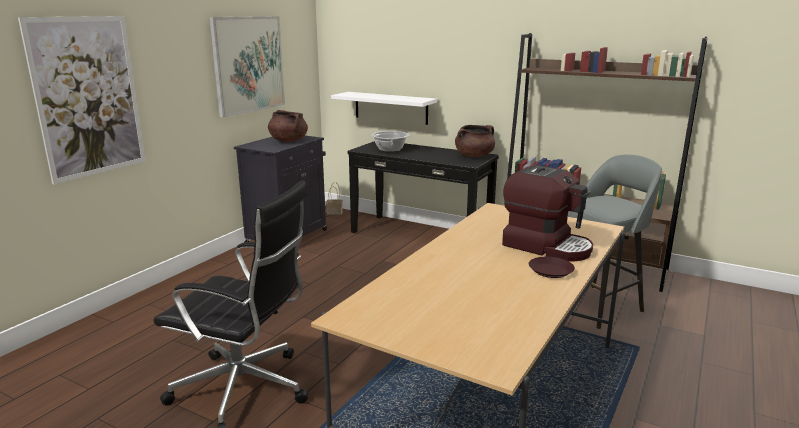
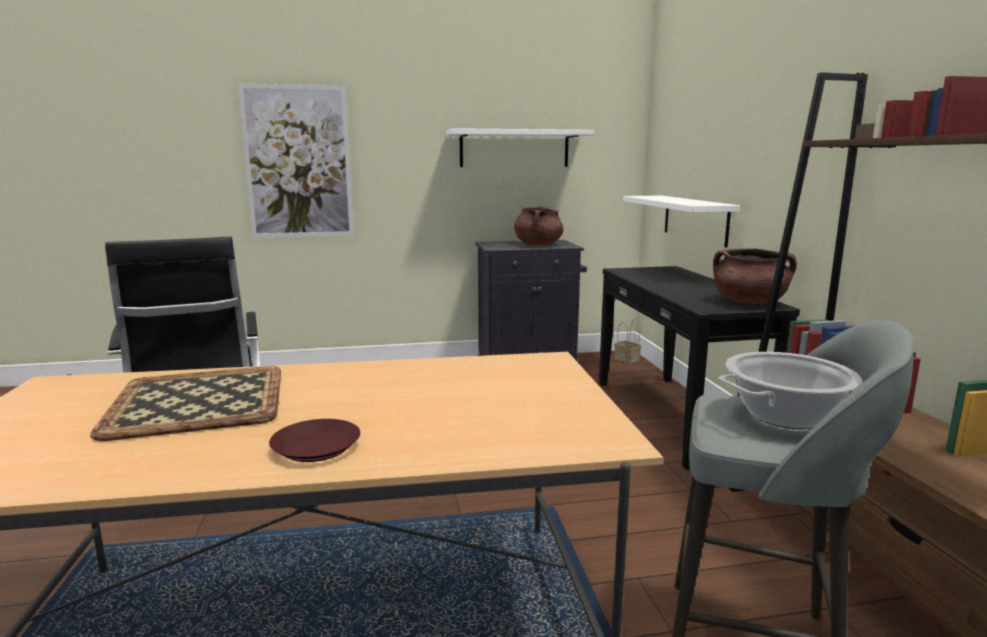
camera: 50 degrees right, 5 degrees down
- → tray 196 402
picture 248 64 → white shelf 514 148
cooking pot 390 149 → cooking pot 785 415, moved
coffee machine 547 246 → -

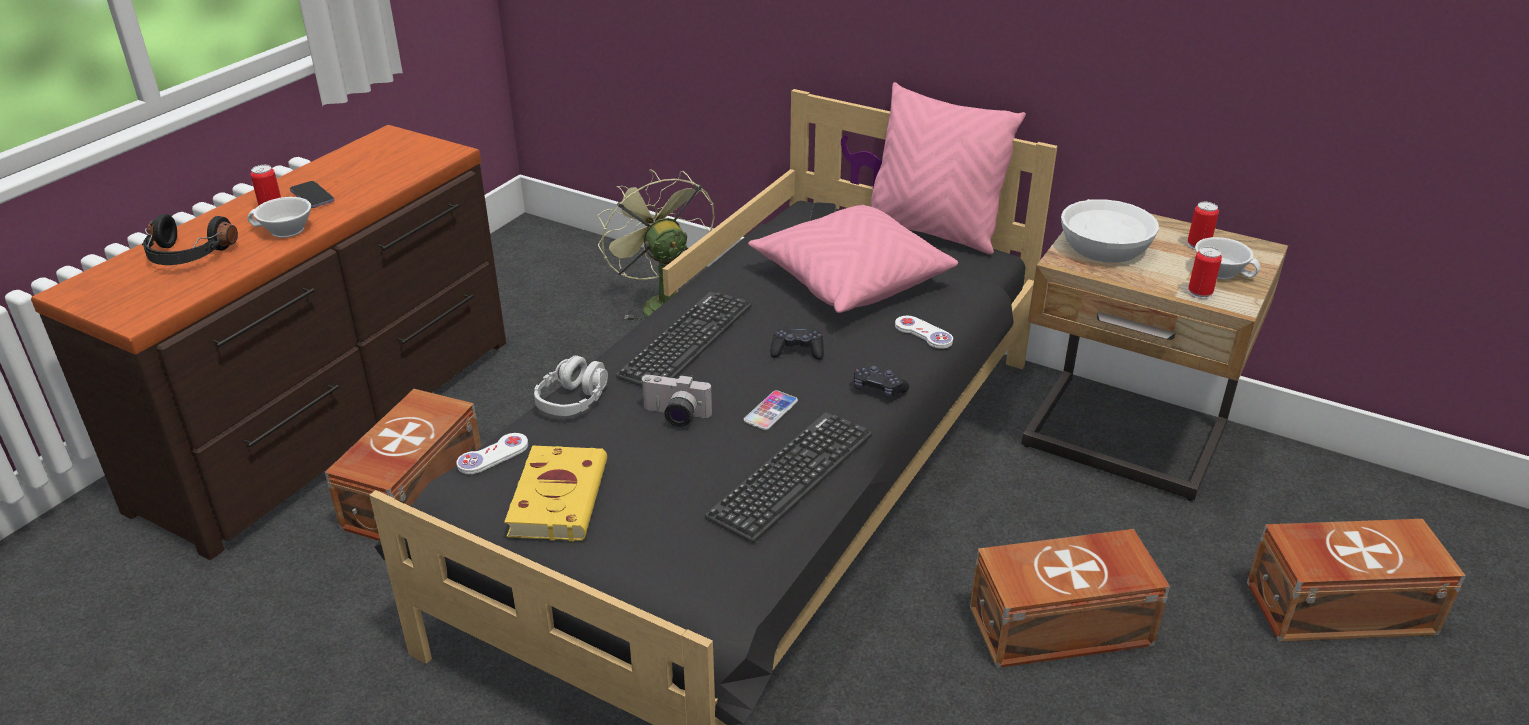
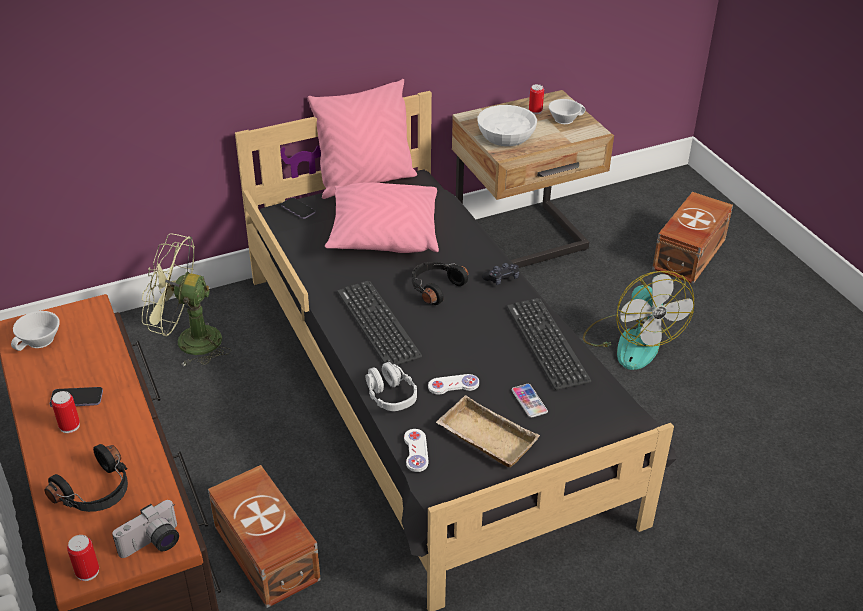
camera: 55 degrees left, 5 degrees up
white cup 285 231 → white cup 40 341, moved
can 1200 293 → can 87 572, moved
photo camera 674 416 → photo camera 153 544, moved
black game controller 797 351 → black headphones 435 288
white game controller 923 333 → white game controller 453 385, moved
yellow book 558 496 → beige tray 484 438
phone 771 411 → phone 529 401, moved
brown storage box 1063 627 → fan 631 341

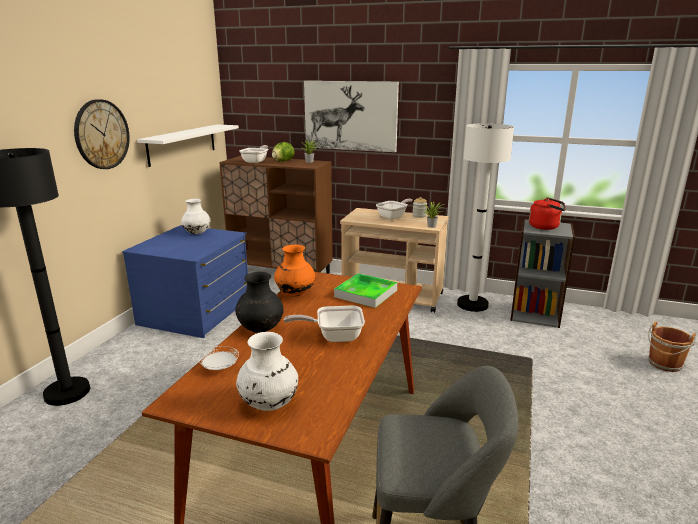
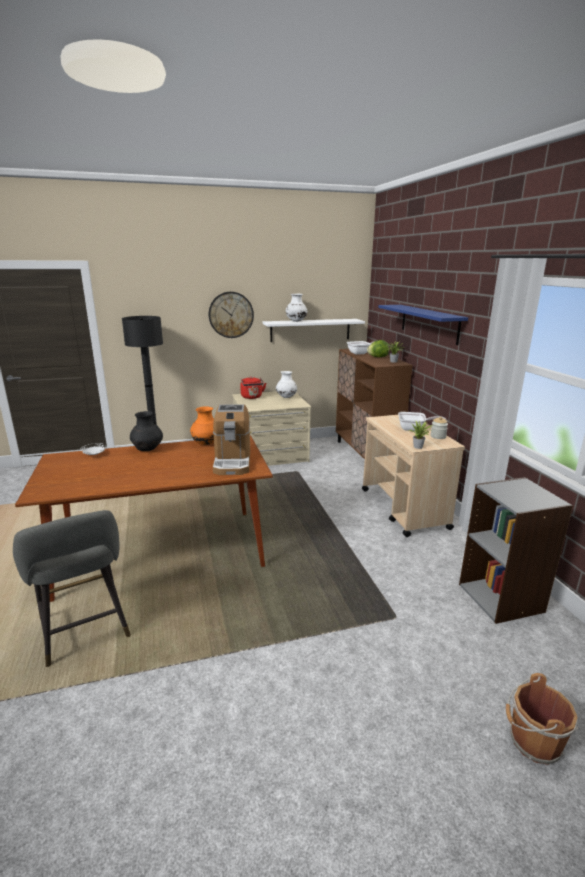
camera: 55 degrees right, 0 degrees up
tray 366 293 → coffee machine 232 461
blue dresser 196 312 → beige dresser 271 454
red kettle 546 227 → red kettle 252 397, moved
white vase 269 404 → white vase 296 321, moved
picture 350 116 → blue shelf 429 323
frying pan 334 336 → -
white floor lamp 472 304 → -

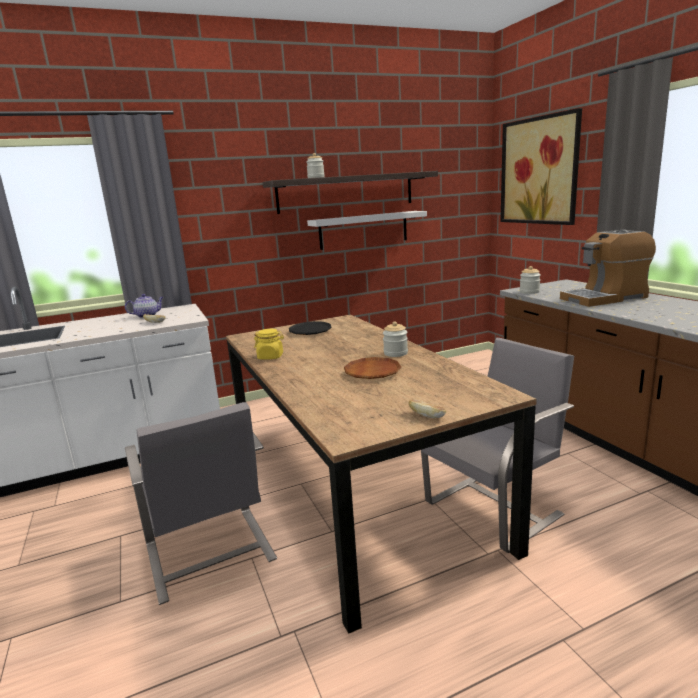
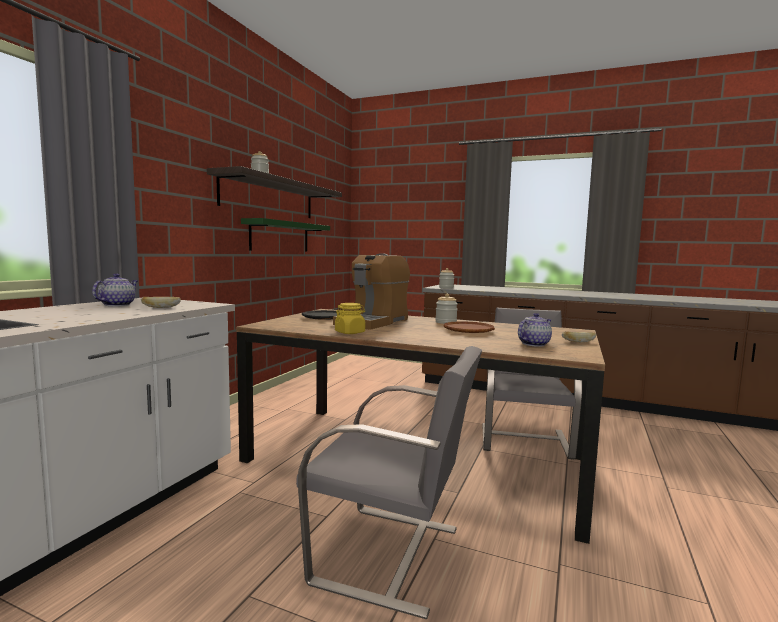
camera: 45 degrees left, 10 degrees down
white shelf 363 230 → green shelf 280 236
coffee machine 605 298 → coffee machine 373 322, moved
- → teapot 534 344
picture 539 171 → -

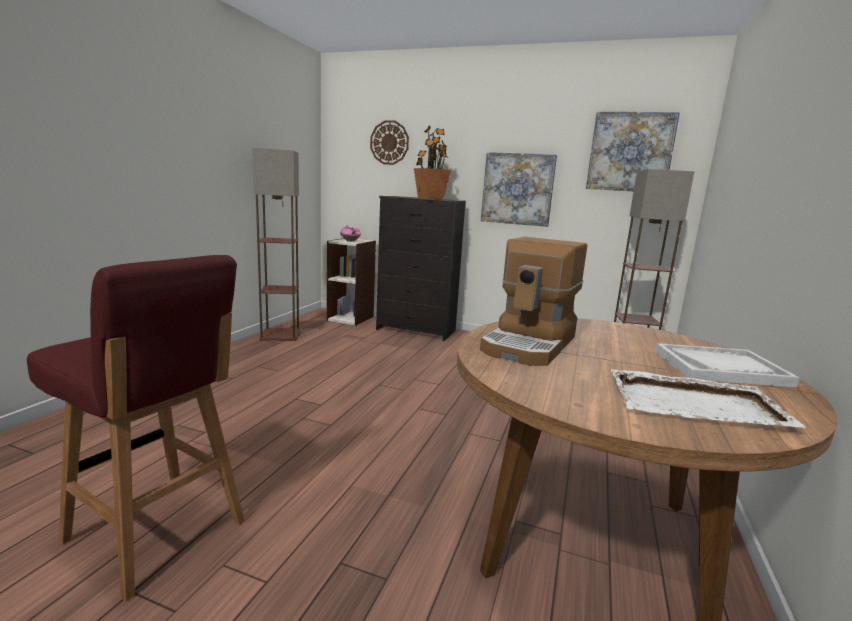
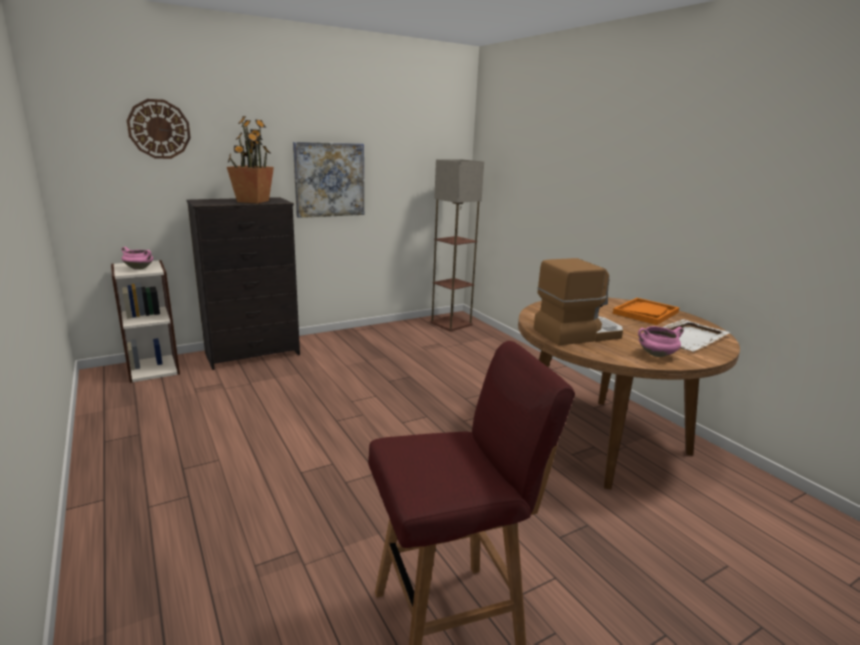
camera: 50 degrees left, 5 degrees up
coffee machine 530 344 → coffee machine 577 333, 90 degrees counterclockwise
white tray 720 368 → orange tray 645 313
- → pink cooking pot 656 355
floor lamp 281 335 → -
picture 630 152 → -

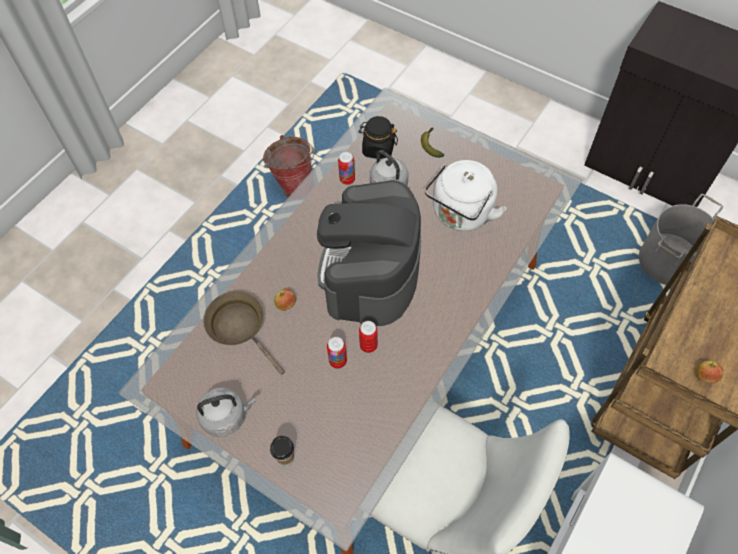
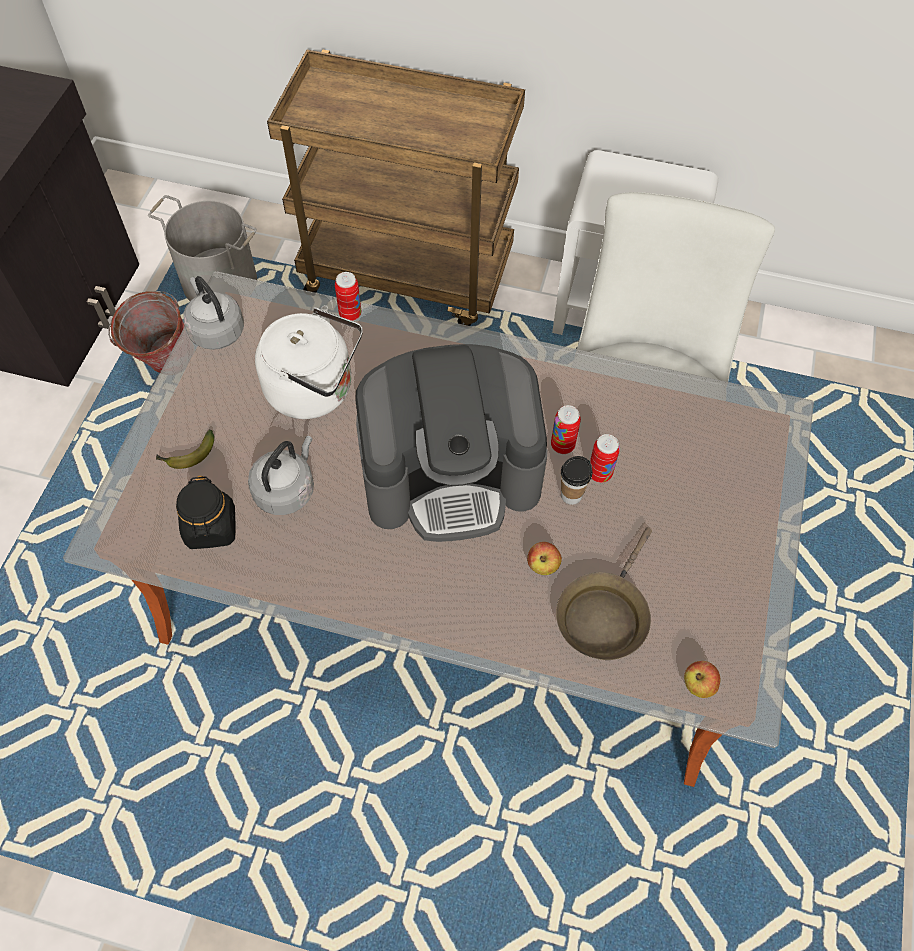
camera: 110 degrees left, 0 degrees up
bucket 294 184 → bucket 163 365, moved
grey kettle 227 416 → grey kettle 216 330, moved
can 347 179 → can 350 314, moved
cup 286 458 → cup 571 495, moved
apple 705 376 → apple 698 684, moved

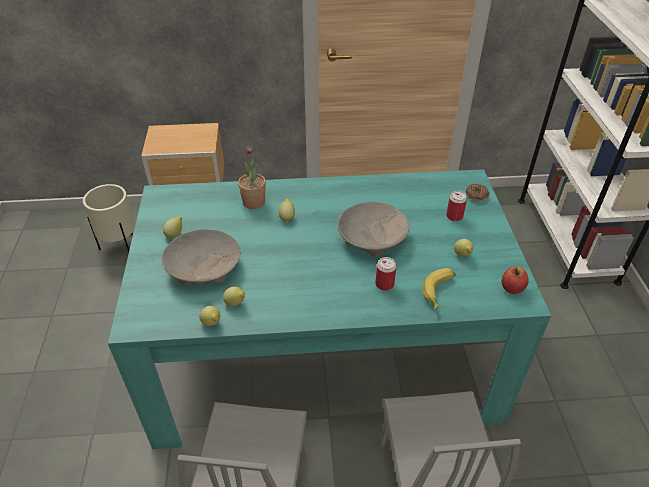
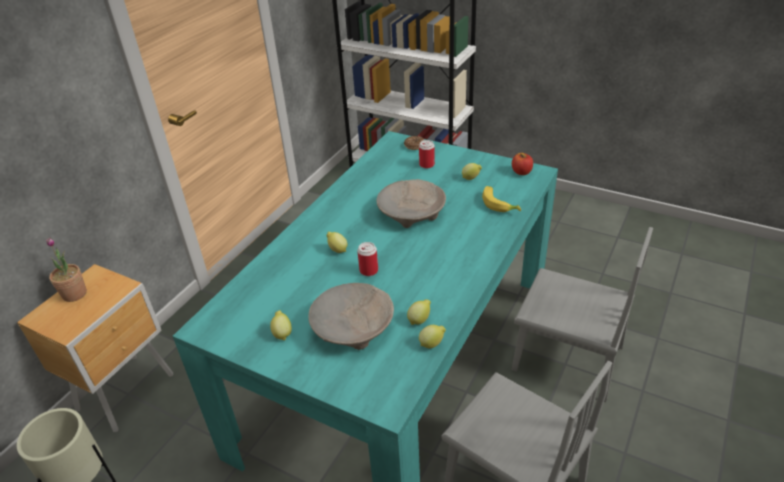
camera: 55 degrees left, 5 degrees down
potted plant 254 202 → potted plant 74 294, moved
can 384 284 → can 369 270, moved

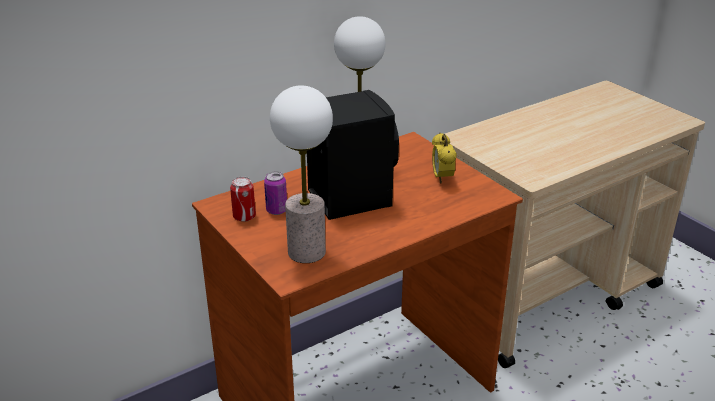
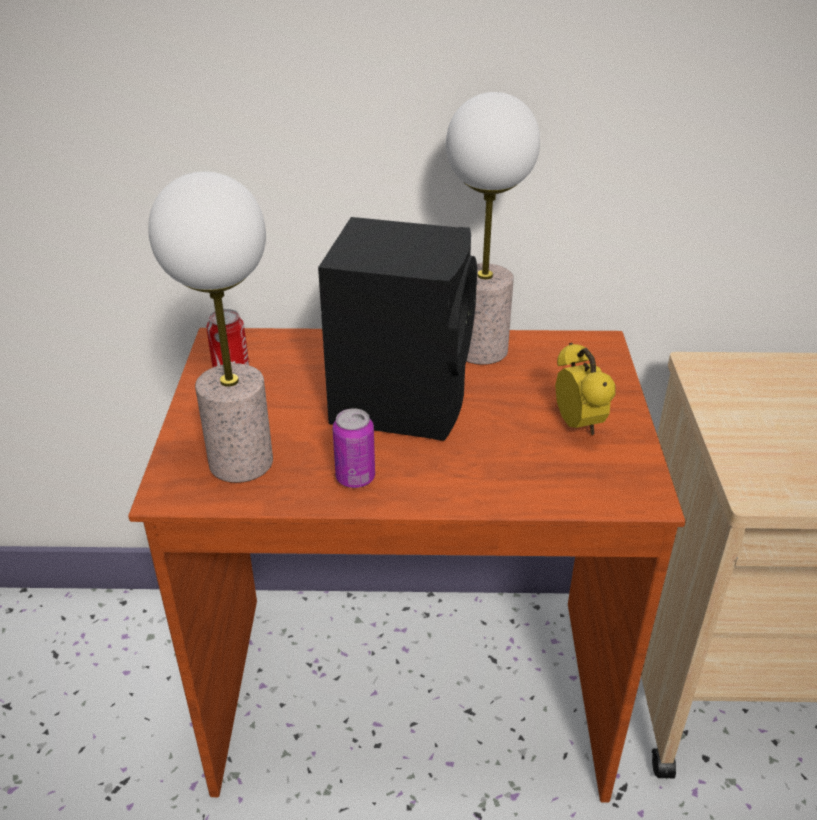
camera: 35 degrees right, 5 degrees up
can 276 210 → can 355 478, moved
alarm clock 442 178 → alarm clock 578 426, 135 degrees clockwise

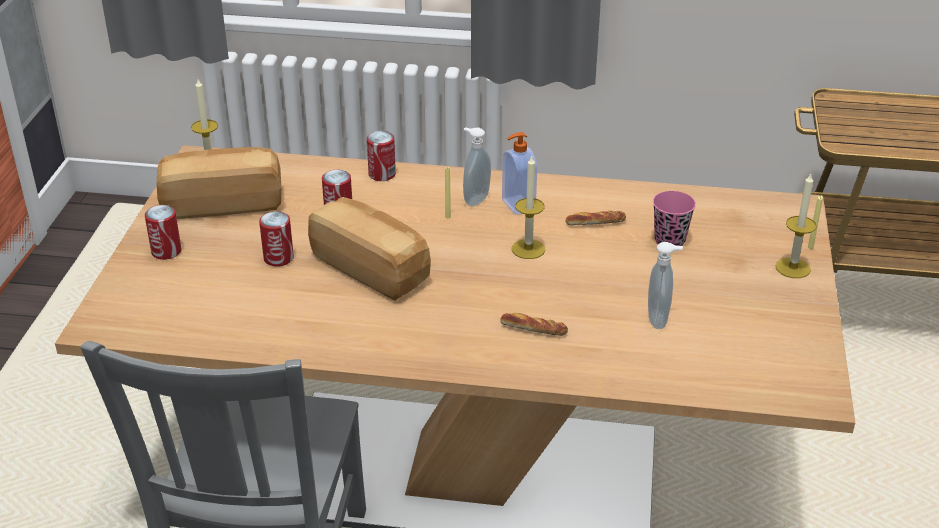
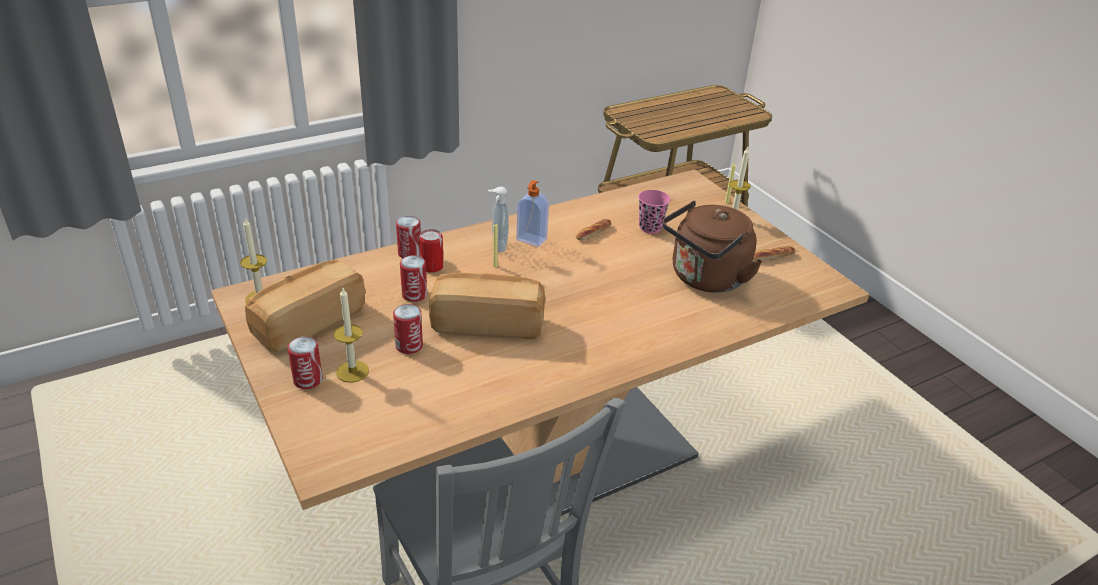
camera: 40 degrees left, 0 degrees up
candle 528 249 → candle 352 371, moved
- → can 432 267
soap dispenser 659 319 → brown kettle 705 279
bread 533 329 → bread 772 257, moved

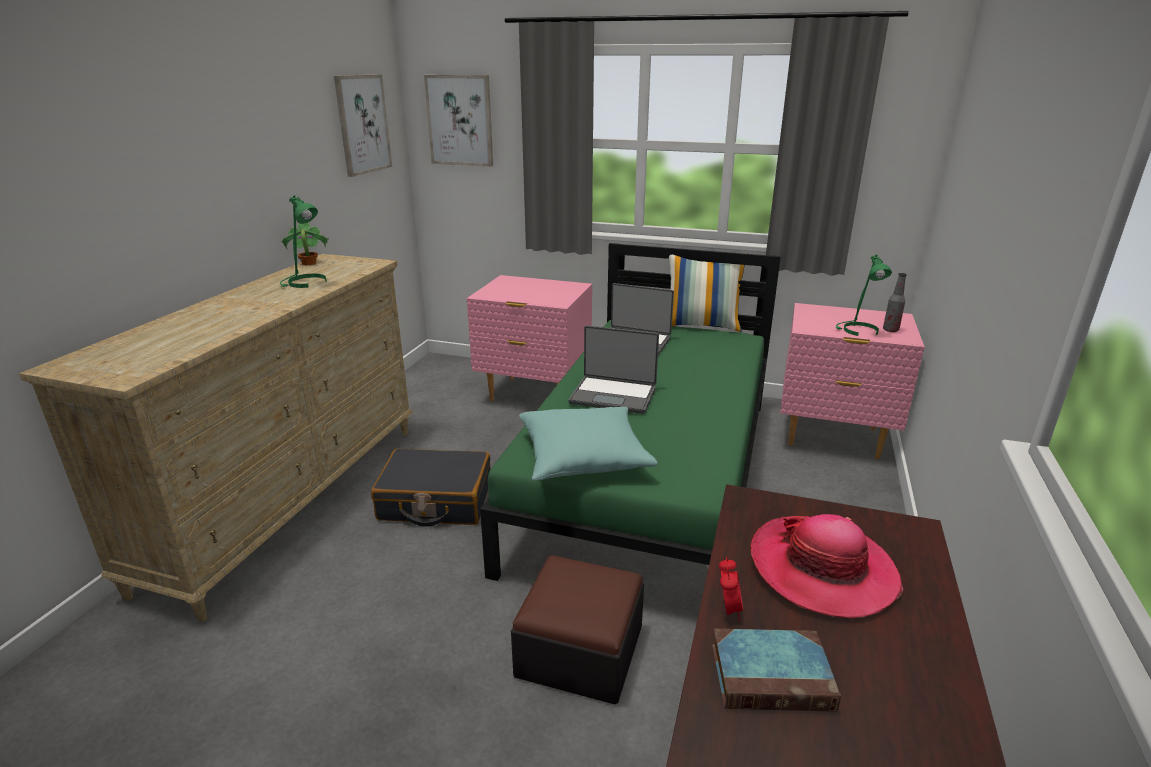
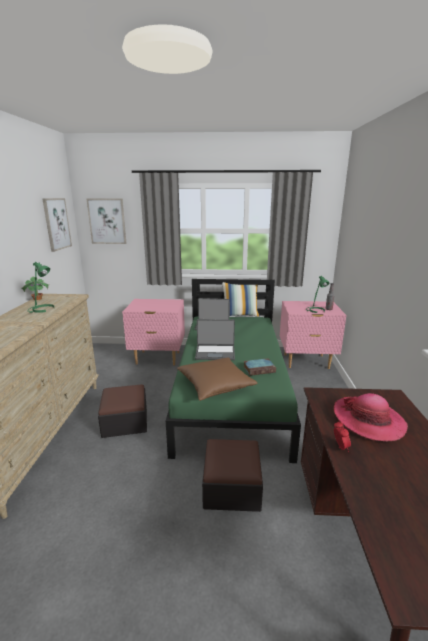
camera: 15 degrees left, 5 degrees down
black suitcase 435 501 → ottoman 125 421
turquoise pillow 583 458 → brown pillow 215 385
book 773 676 → book 259 369, moved

